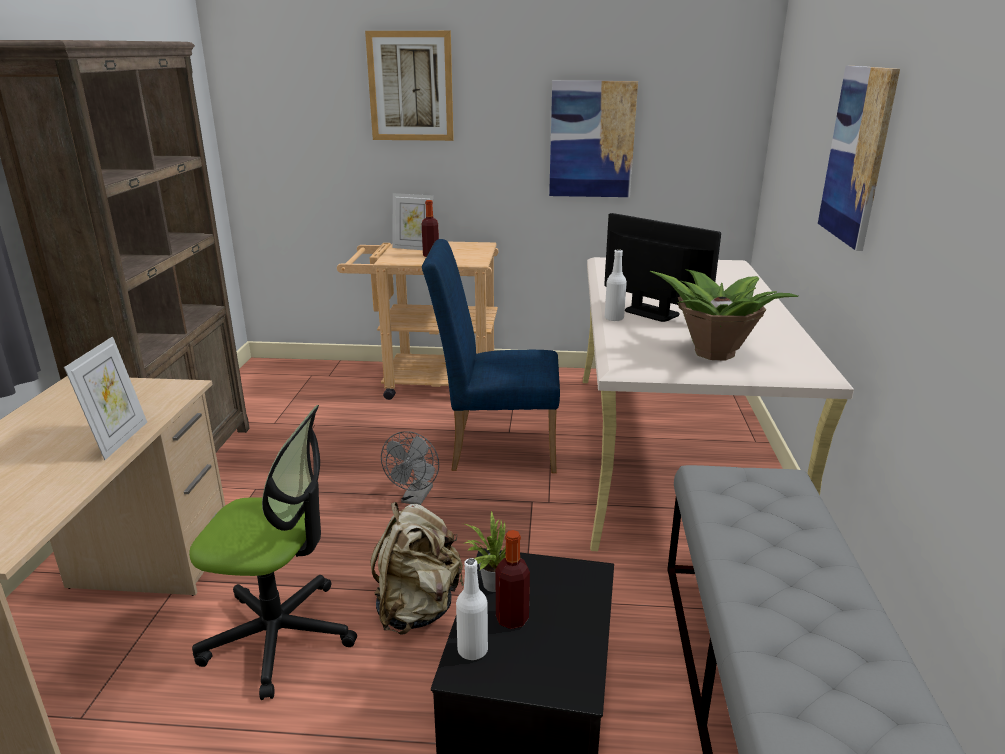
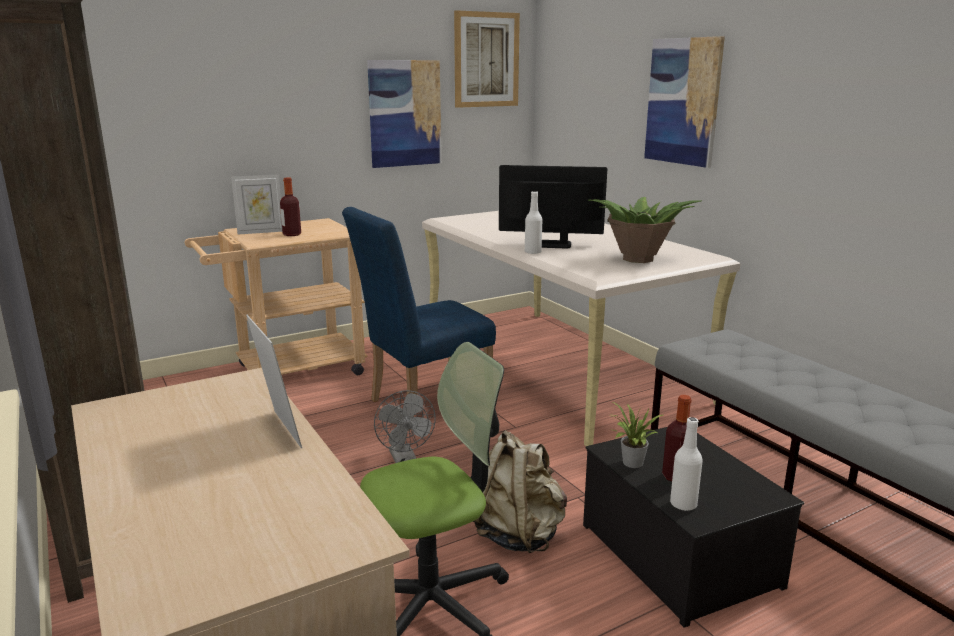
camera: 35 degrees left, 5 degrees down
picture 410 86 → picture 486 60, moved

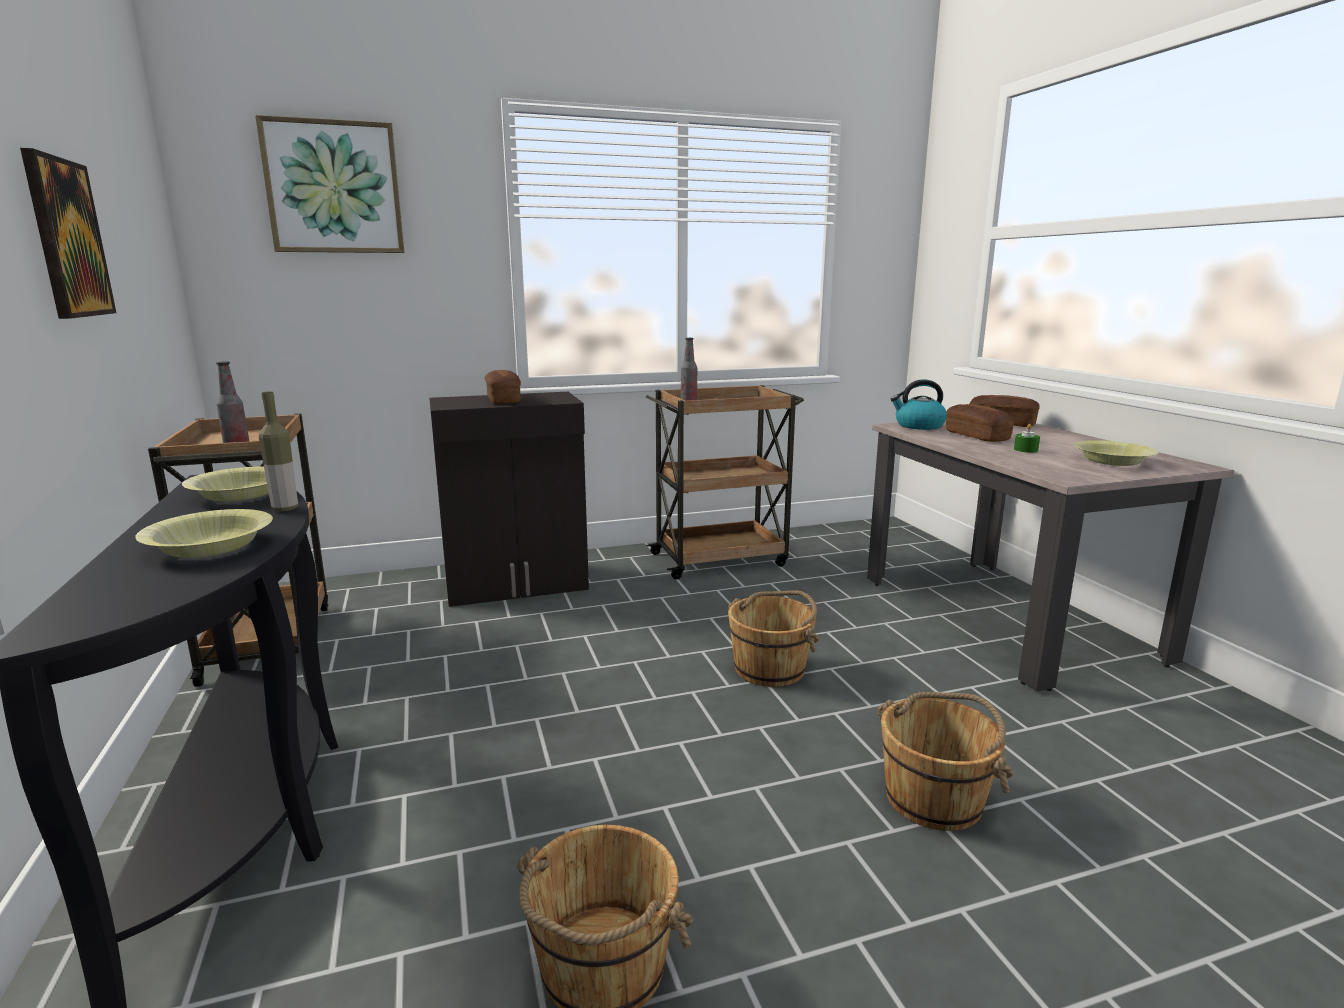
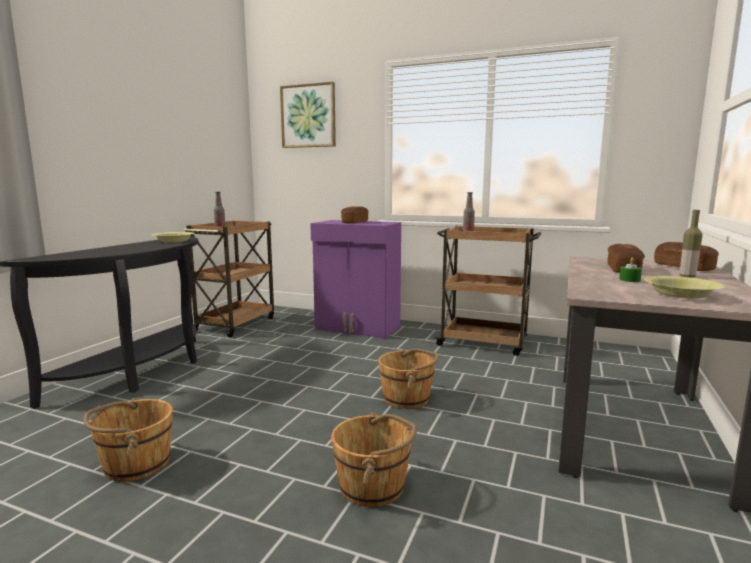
camera: 40 degrees right, 5 degrees down
black cabinet 517 585 → purple cabinet 357 328
bottle 285 509 → bottle 687 276, moved
picture 67 238 → -
yellow bowl 210 547 → -
kettle 918 426 → -

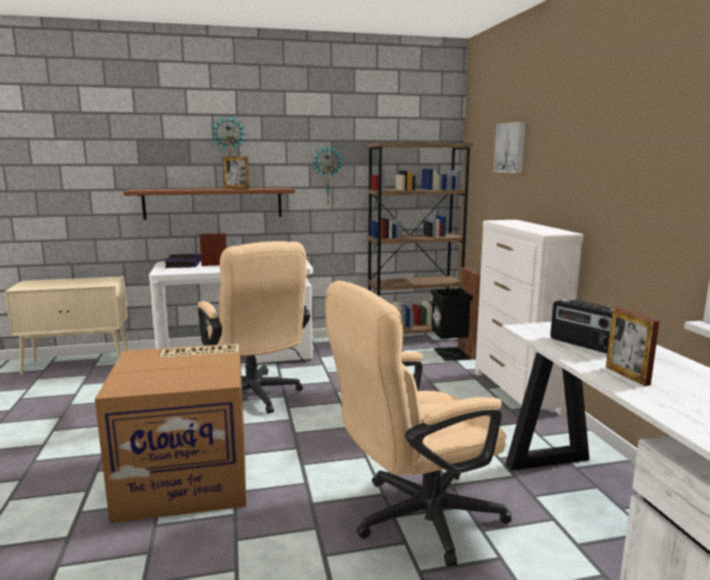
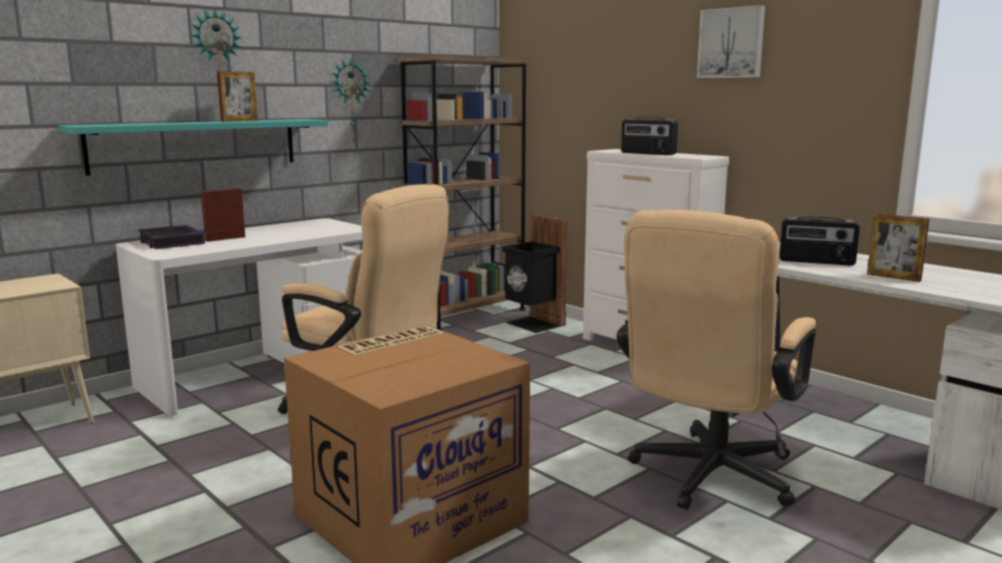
camera: 30 degrees left, 0 degrees up
brown shelf 213 203 → turquoise shelf 196 145
- → radio 647 153
picture 511 147 → picture 732 43, moved

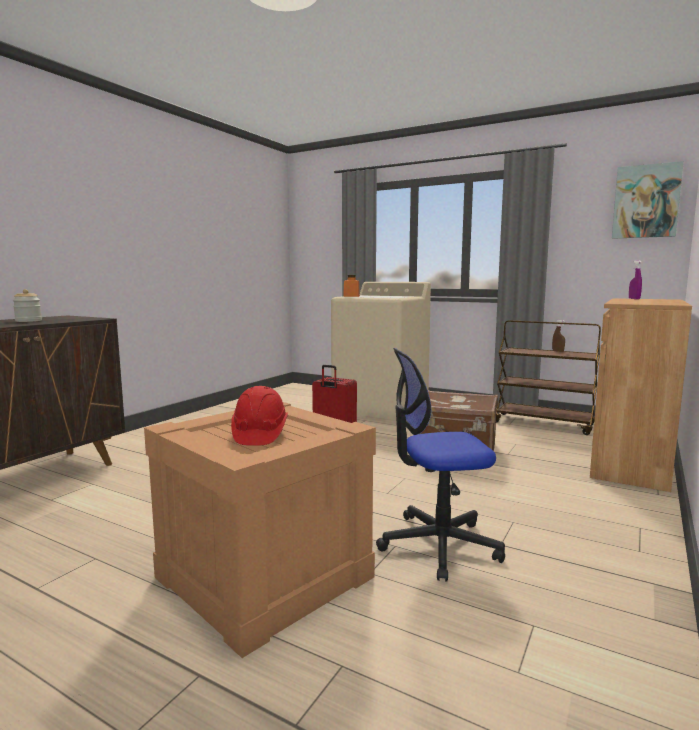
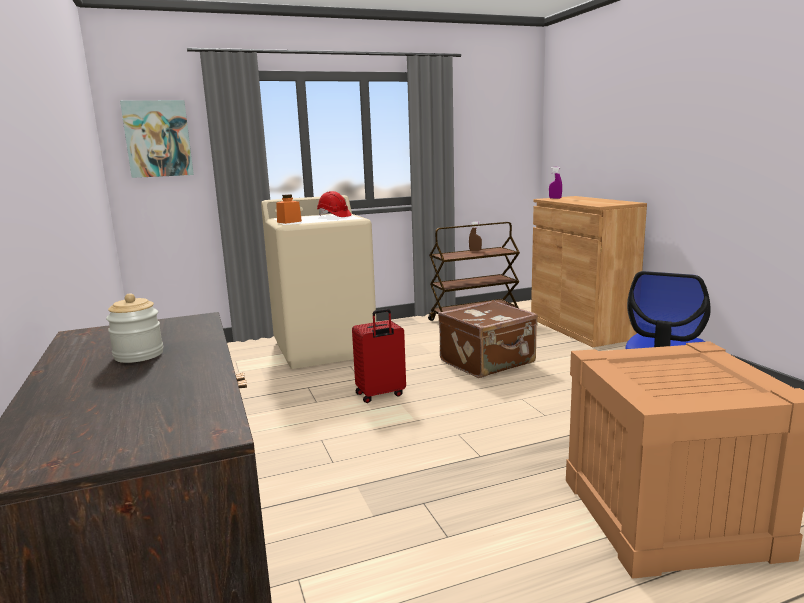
camera: 50 degrees left, 5 degrees up
picture 646 201 → picture 158 139, moved
red hard hat 259 434 → red hard hat 334 216, moved

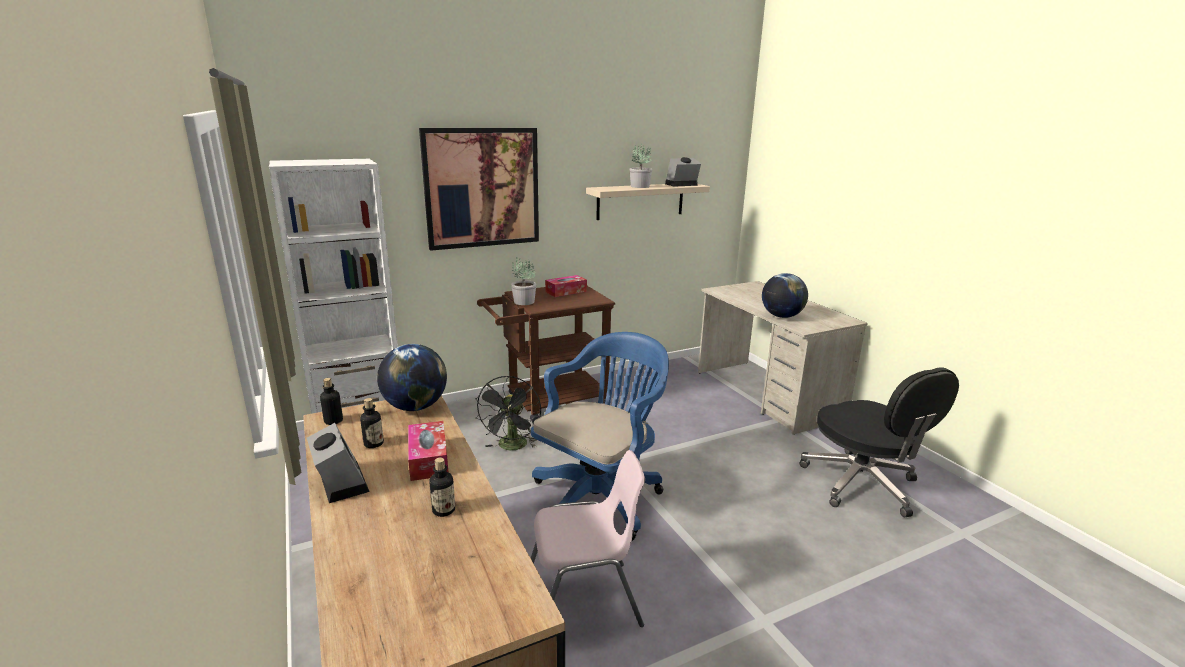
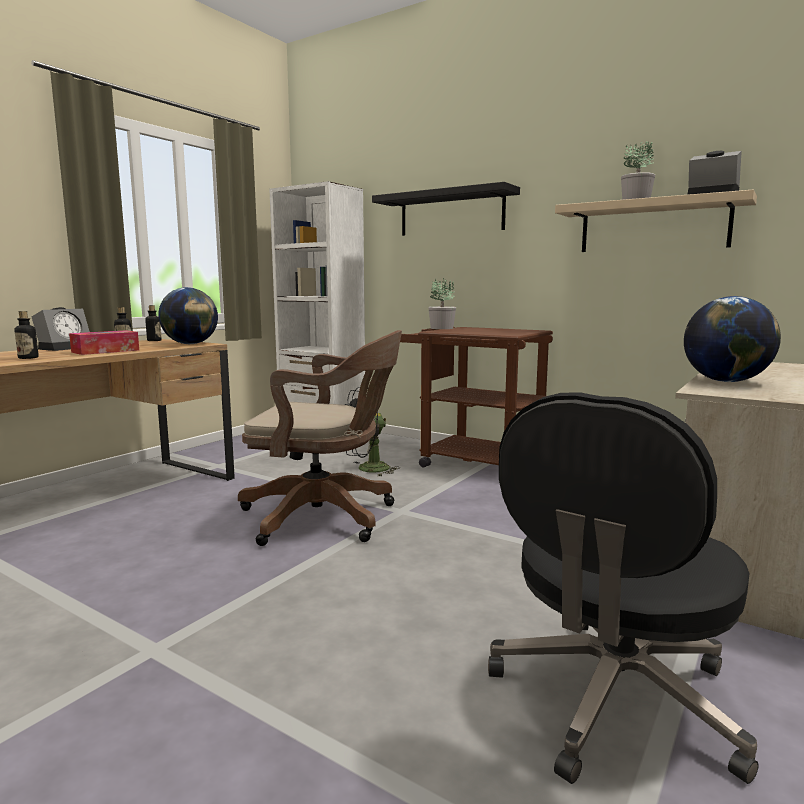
camera: 60 degrees right, 10 degrees down
blue office chair 600 496 → brown office chair 326 517
picture 482 188 → black shelf 451 213
pink chair 584 601 → -
tissue box 566 291 → -

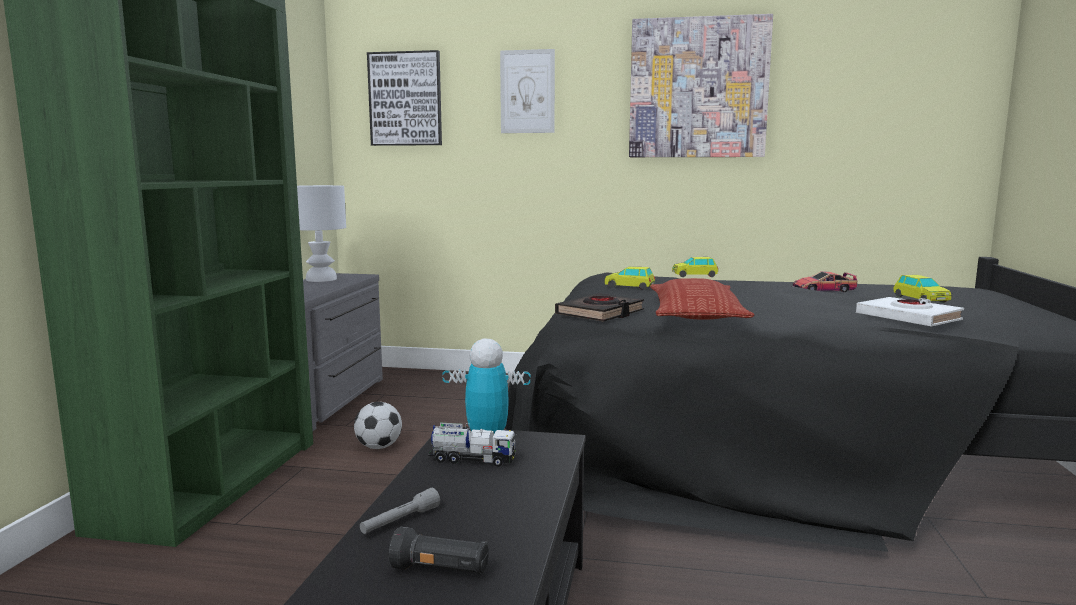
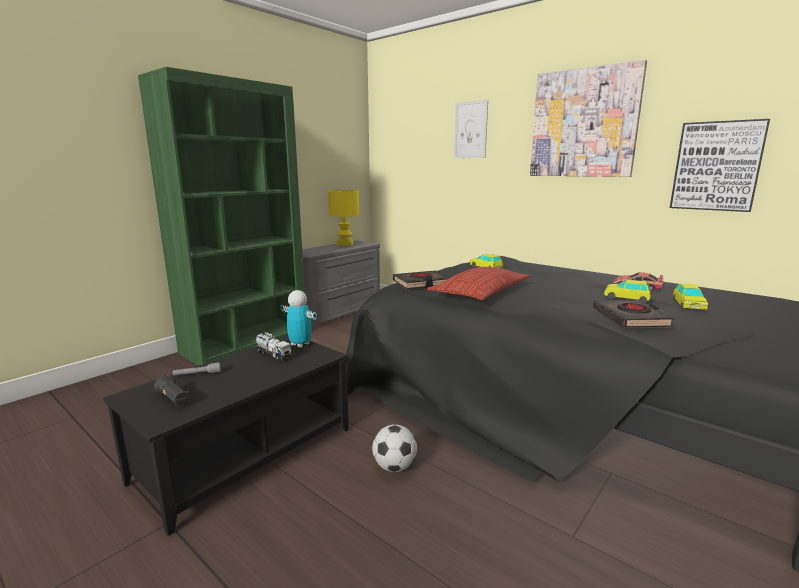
camera: 30 degrees right, 5 degrees up
white table lamp 322 279 → yellow table lamp 345 244
football 379 447 → football 394 467, moved
white book 908 318 → black book 630 318
toy car 694 275 → toy car 626 298, moved
picture 405 99 → picture 716 166, moved

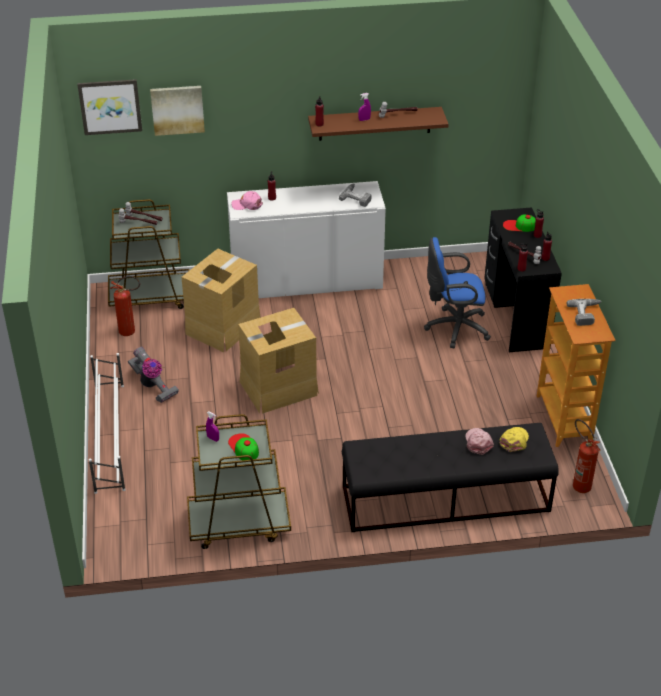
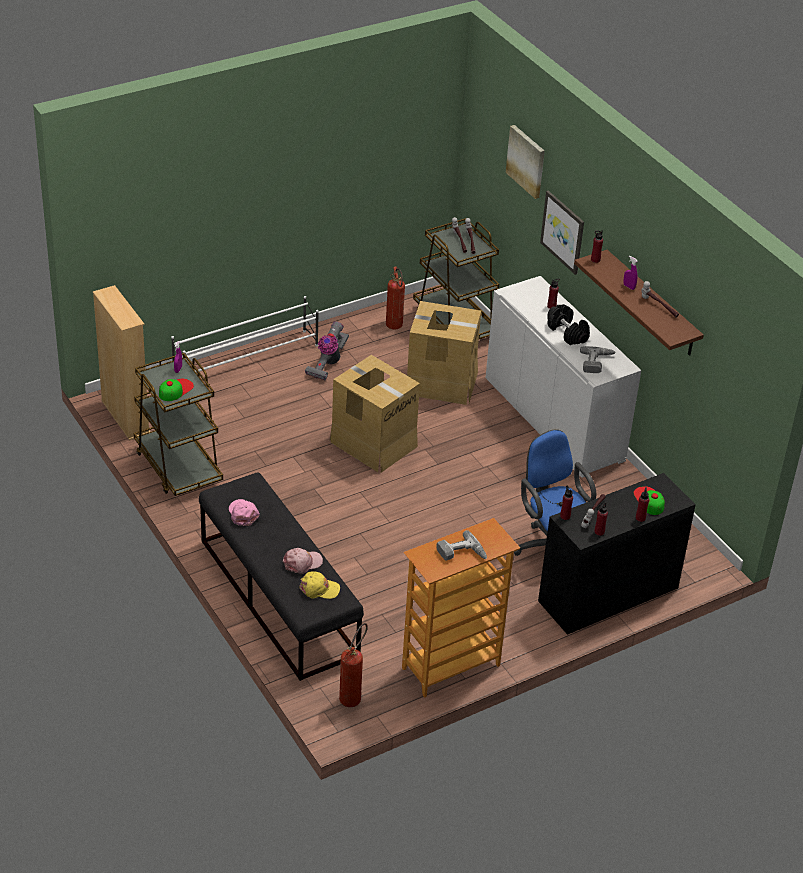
camera: 65 degrees right, 0 degrees up
- → beige bookcase 125 417
pink cap 247 205 → pink cap 243 514, moved
picture 110 106 → picture 563 232, moved
- → black dumbbell 567 333

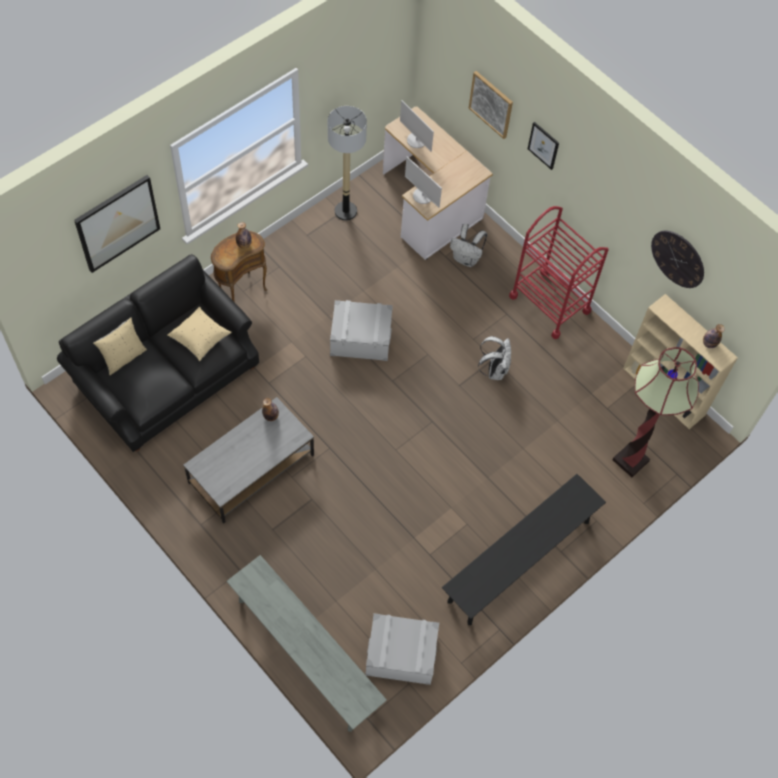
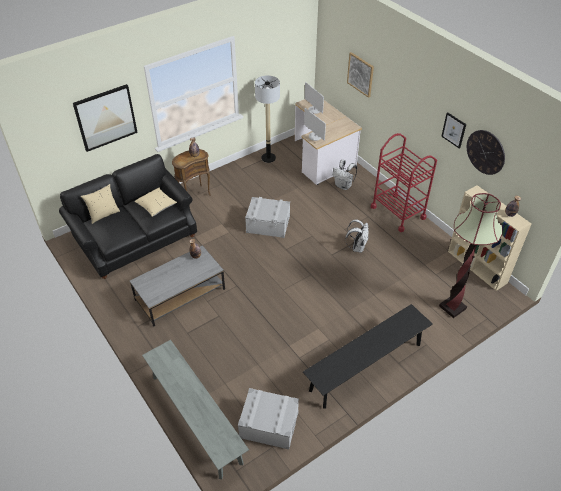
camera: 10 degrees right, 15 degrees down
picture 543 145 → picture 454 130, moved

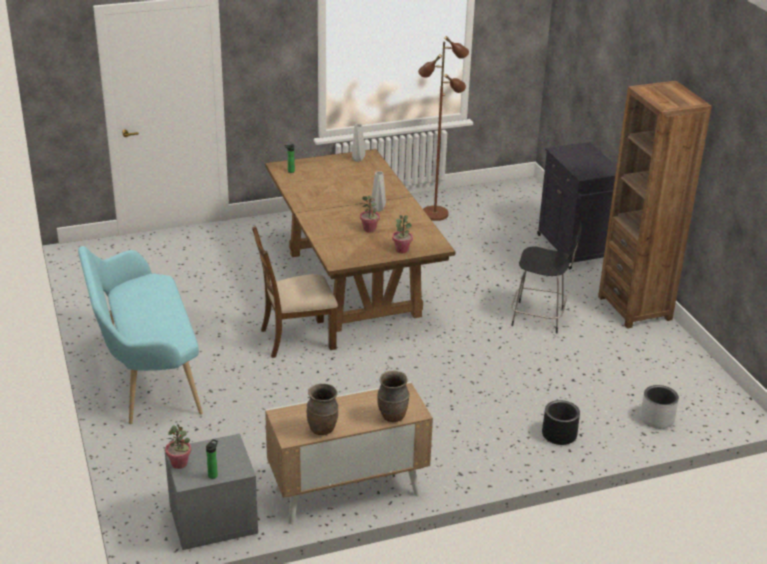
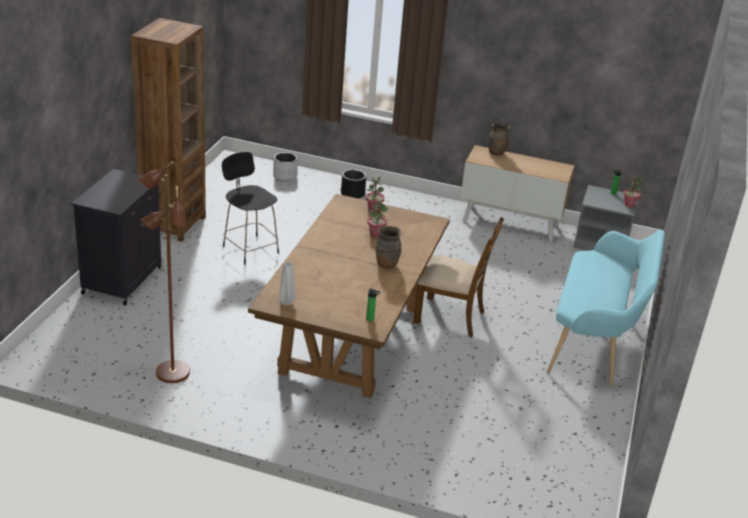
camera: 145 degrees left, 0 degrees up
brown vase 322 429 → brown vase 386 264, moved
grey vase 378 209 → -

